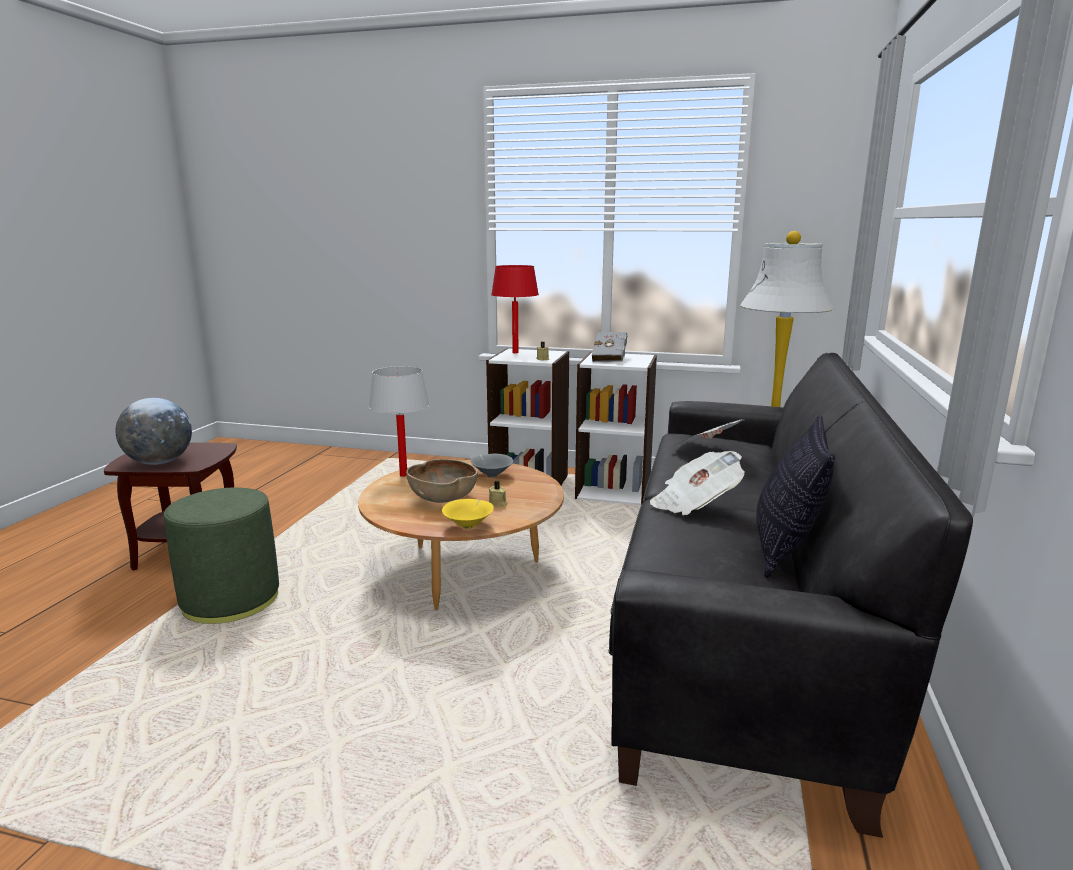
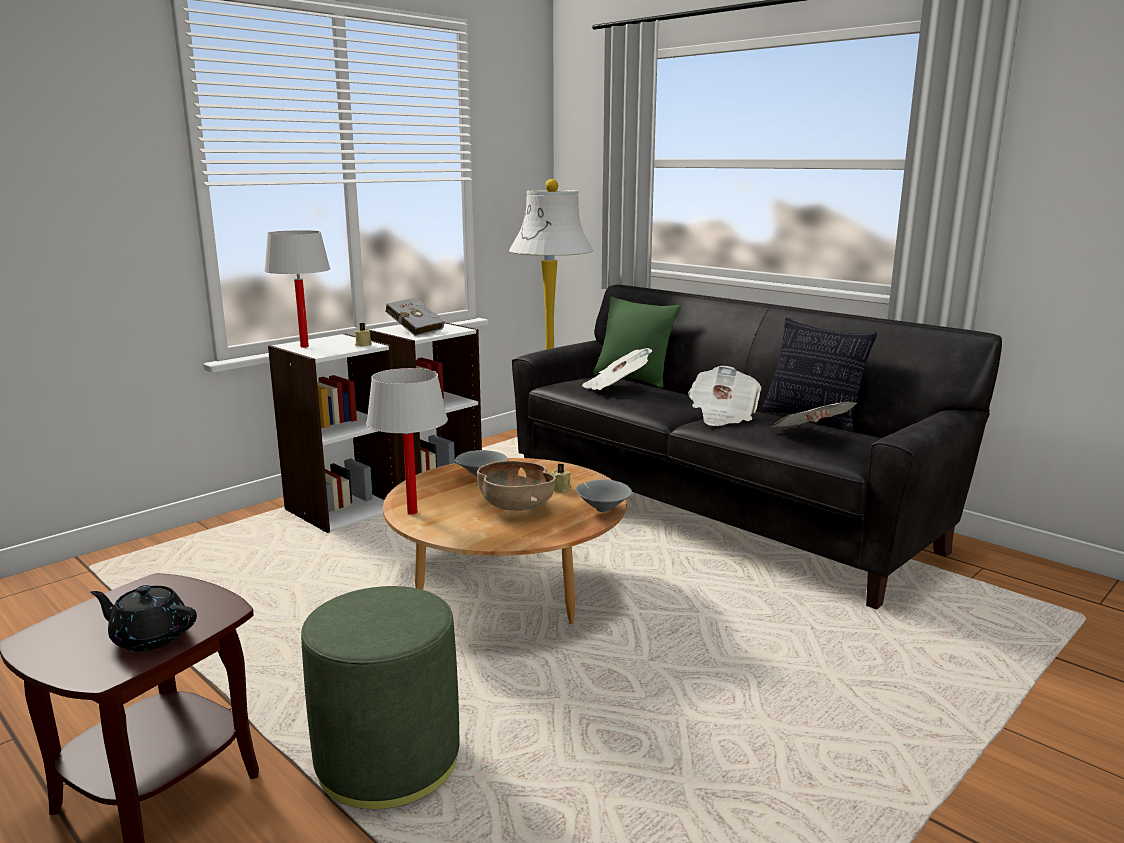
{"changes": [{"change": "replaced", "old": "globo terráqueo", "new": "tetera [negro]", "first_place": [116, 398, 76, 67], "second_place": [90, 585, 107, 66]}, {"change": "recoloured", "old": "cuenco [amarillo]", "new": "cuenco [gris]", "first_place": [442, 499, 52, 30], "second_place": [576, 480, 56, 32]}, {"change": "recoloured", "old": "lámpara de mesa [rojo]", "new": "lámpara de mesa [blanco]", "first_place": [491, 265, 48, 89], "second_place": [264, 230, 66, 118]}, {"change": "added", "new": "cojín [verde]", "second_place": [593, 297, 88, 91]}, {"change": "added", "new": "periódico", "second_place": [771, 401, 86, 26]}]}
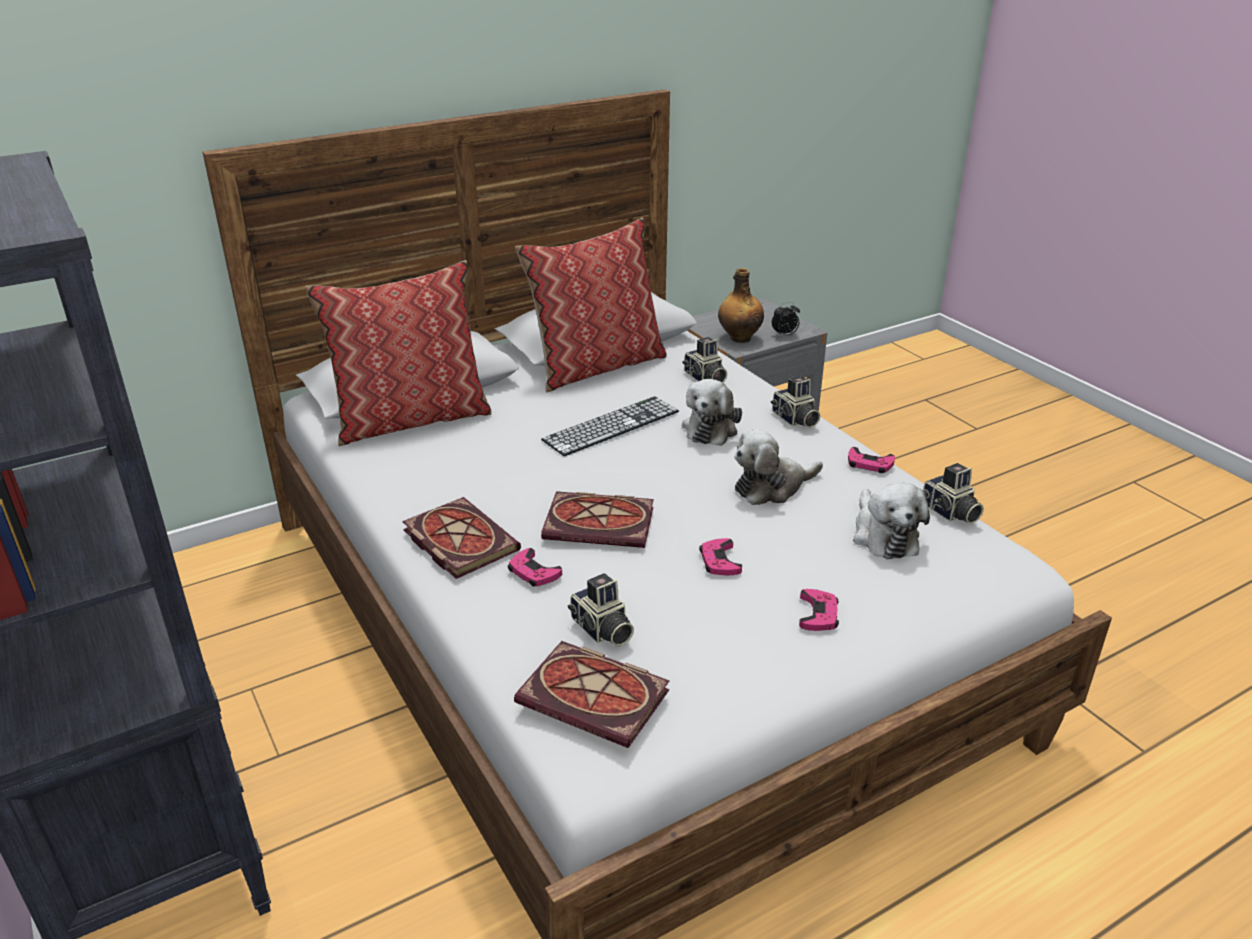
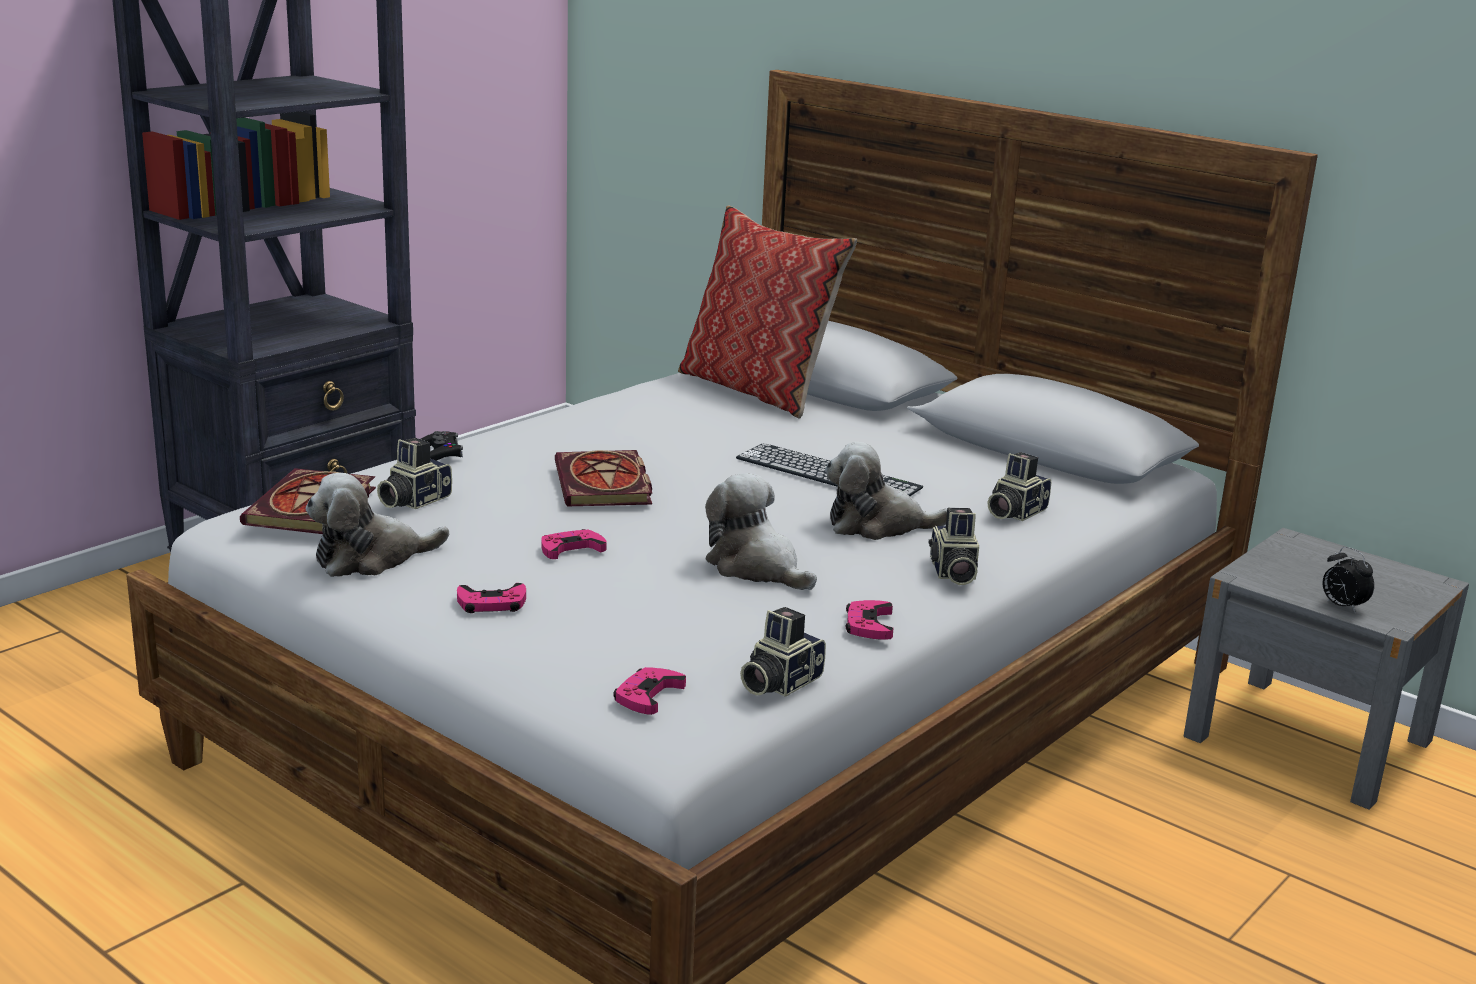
{"changes": [{"change": "removed", "old": "libro", "first_place": [402, 497, 119, 82]}, {"change": "moved", "old": "mando de consola [rosa]", "first_place": [508, 548, 54, 39], "second_place": [613, 667, 73, 48]}, {"change": "removed", "old": "cojín", "first_place": [515, 218, 152, 174]}, {"change": "removed", "old": "botella", "first_place": [718, 268, 46, 75]}, {"change": "turned", "old": "cámara", "first_place": [771, 376, 50, 52], "second_place": [928, 508, 51, 77], "degrees": -45}, {"change": "moved", "old": "peluche", "first_place": [853, 483, 77, 76], "second_place": [306, 473, 143, 104]}, {"change": "added", "new": "mando de consola [negro]", "second_place": [421, 431, 42, 30]}]}
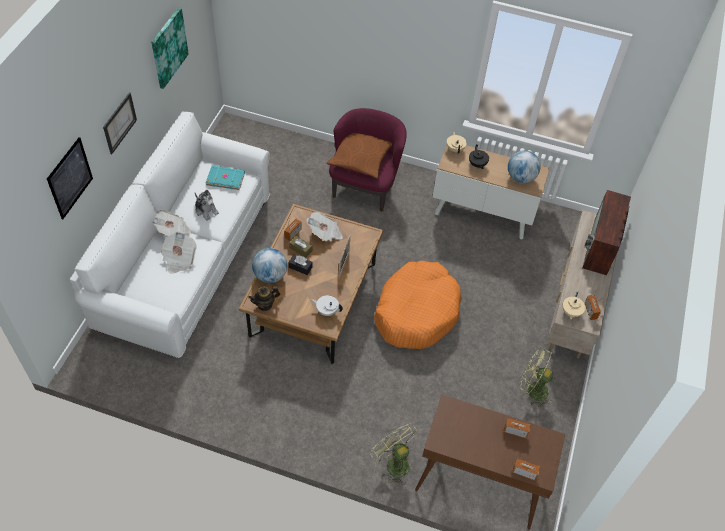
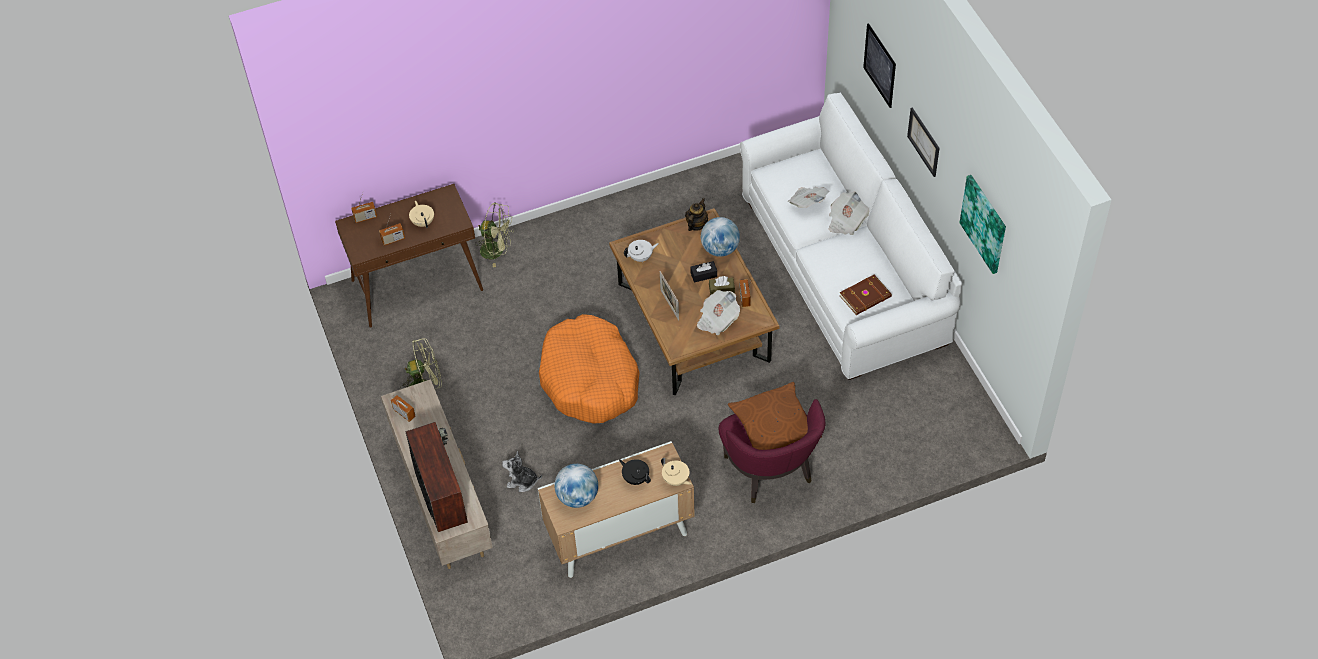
{"changes": [{"change": "moved", "old": "peluche", "first_place": [195, 190, 24, 31], "second_place": [502, 451, 40, 41]}, {"change": "recoloured", "old": "libro [turquesa]", "new": "libro [marrón]", "first_place": [206, 166, 39, 24], "second_place": [840, 275, 52, 40]}, {"change": "moved", "old": "tetera [beis]", "first_place": [563, 291, 23, 29], "second_place": [409, 201, 25, 27]}]}
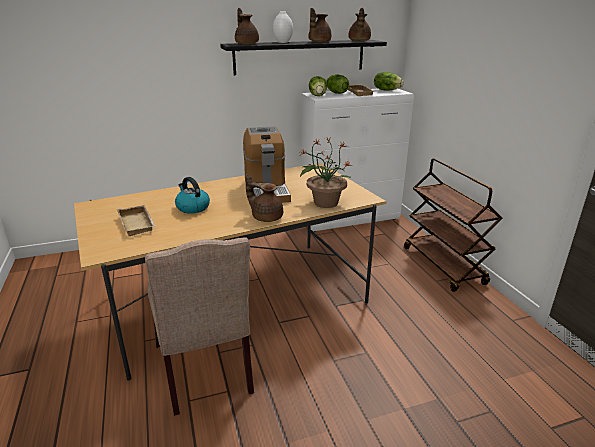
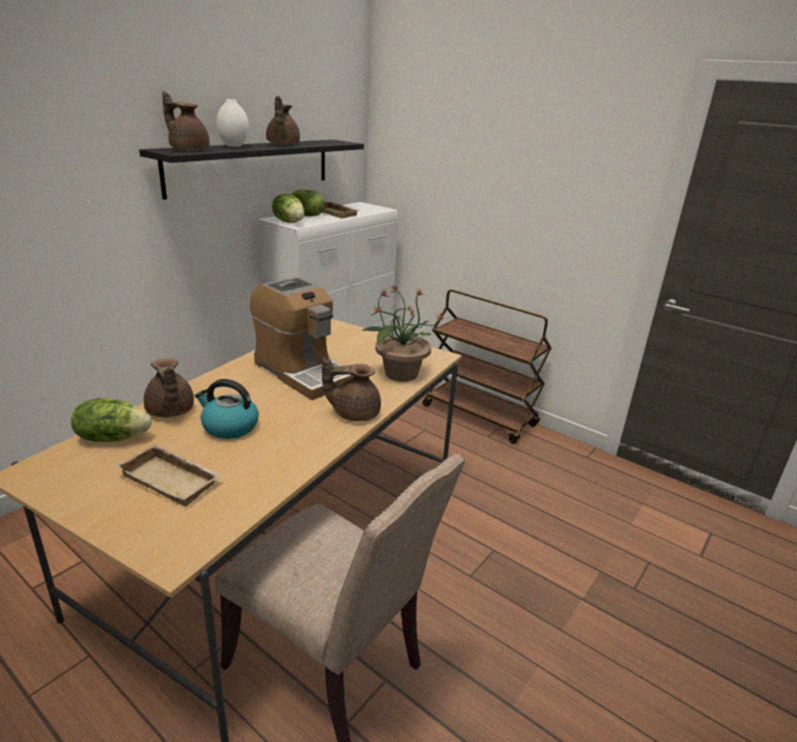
{"changes": [{"change": "moved", "old": "tetera [marrón]", "first_place": [348, 8, 23, 33], "second_place": [144, 358, 50, 60]}, {"change": "moved", "old": "lechuga", "first_place": [374, 72, 30, 18], "second_place": [71, 398, 81, 44]}]}
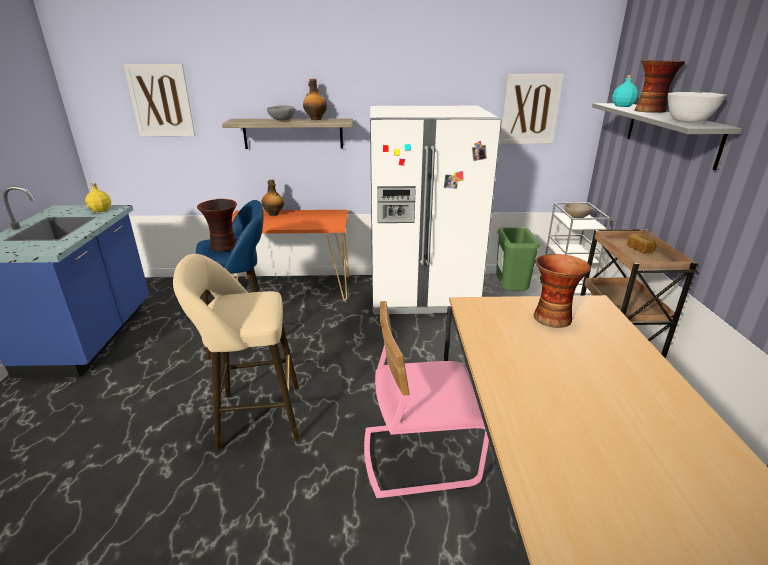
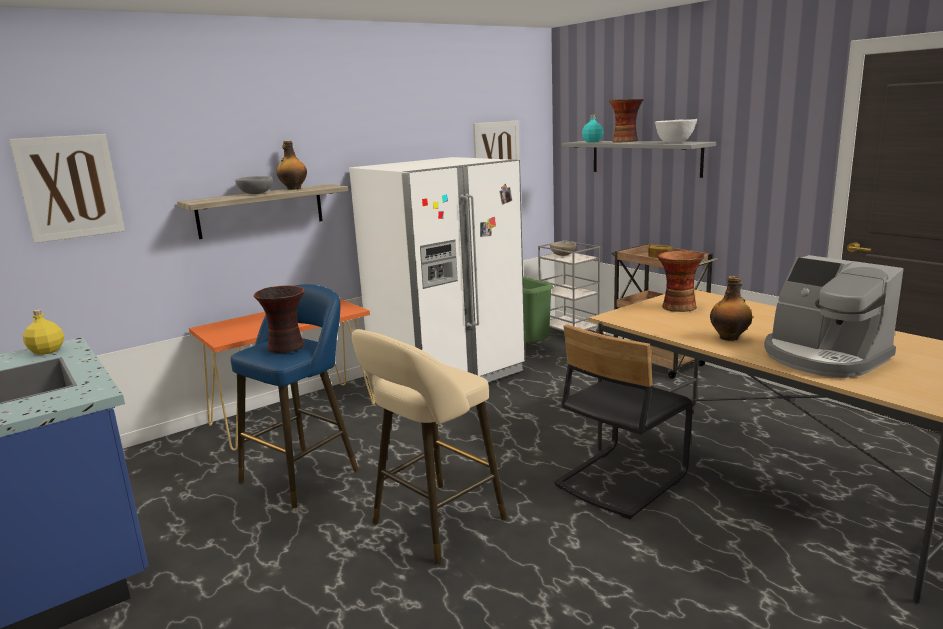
{"changes": [{"change": "moved", "old": "botella", "first_place": [261, 179, 23, 37], "second_place": [710, 276, 42, 65]}, {"change": "recoloured", "old": "silla [rosa]", "new": "silla [negro]", "first_place": [364, 301, 125, 198], "second_place": [554, 324, 139, 195]}, {"change": "added", "new": "cafetera", "second_place": [764, 255, 139, 123]}]}
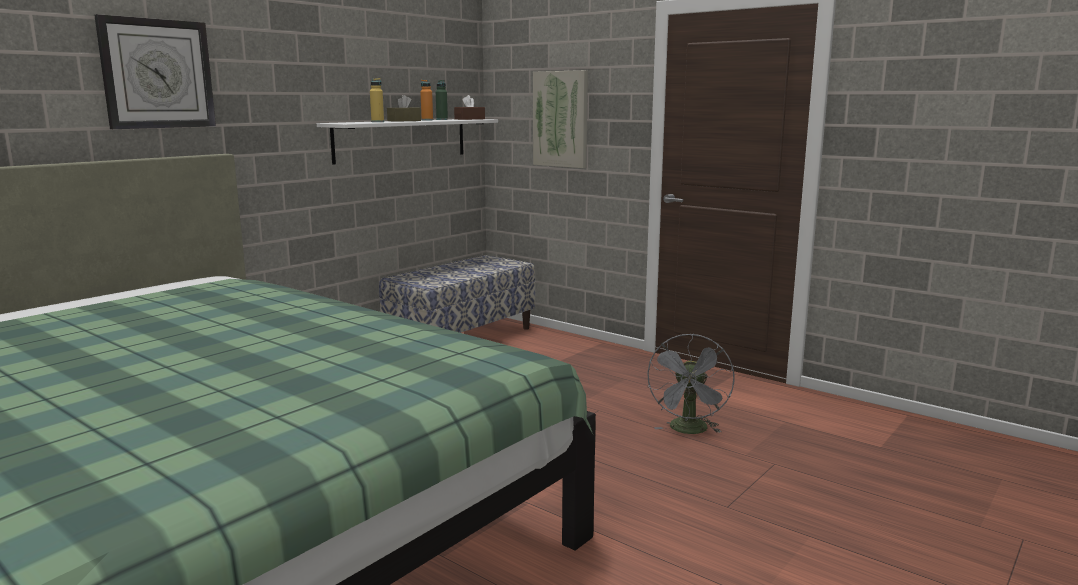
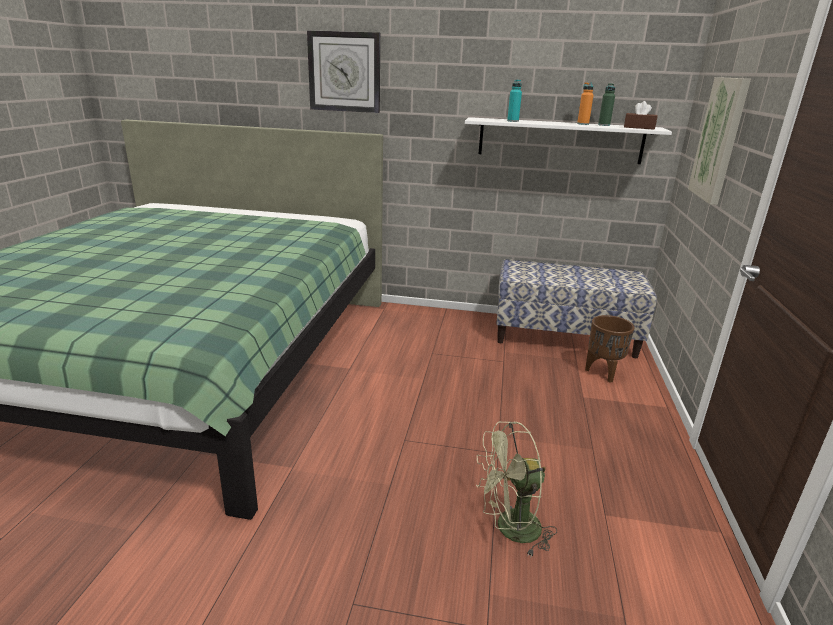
{"changes": [{"change": "recoloured", "old": "botella [amarillo]", "new": "botella [turquesa]", "first_place": [370, 78, 14, 44], "second_place": [507, 80, 15, 42]}, {"change": "removed", "old": "caja de pañuelos [marrón]", "first_place": [387, 95, 34, 27]}, {"change": "recoloured", "old": "ventilador [gris]", "new": "ventilador [verde]", "first_place": [647, 334, 88, 100], "second_place": [476, 421, 81, 136]}, {"change": "added", "new": "maceta [marrón]", "second_place": [585, 315, 50, 67]}]}
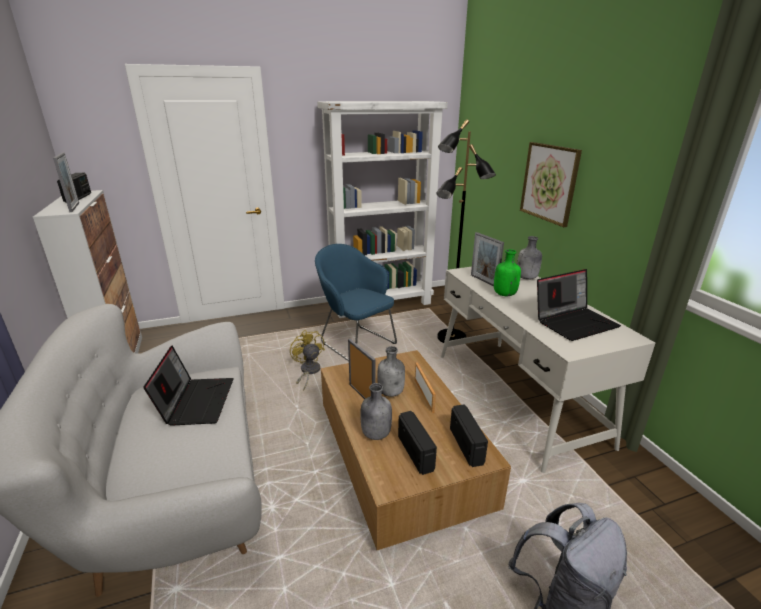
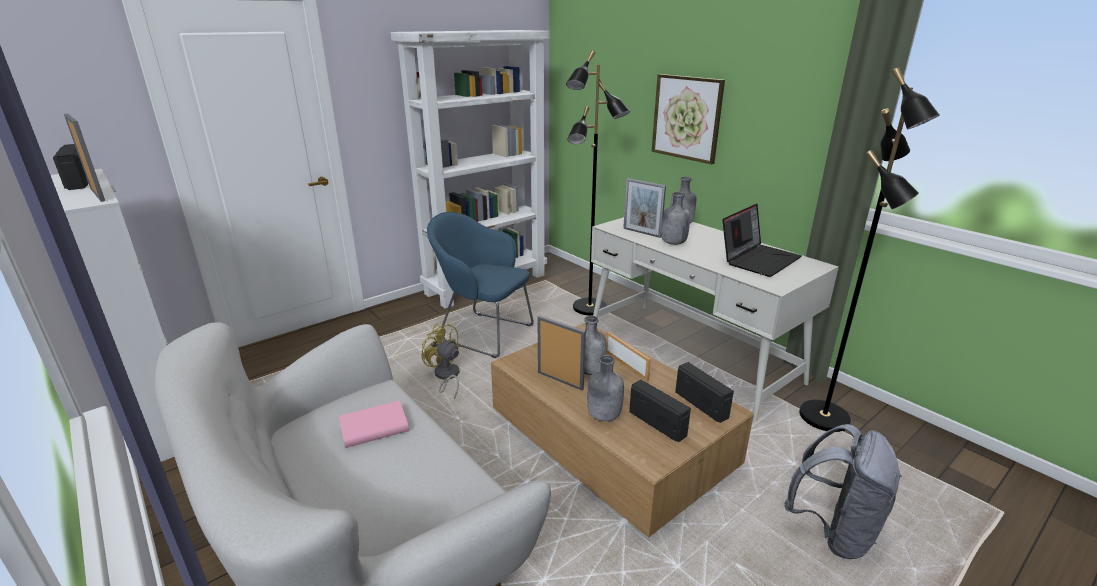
{"changes": [{"change": "replaced", "old": "portátil", "new": "libro [rosa]", "first_place": [143, 346, 91, 80], "second_place": [339, 401, 70, 47]}, {"change": "recoloured", "old": "botella [verde]", "new": "botella [gris]", "first_place": [494, 249, 27, 47], "second_place": [661, 192, 29, 53]}, {"change": "added", "new": "lámpara de pie [negro]", "second_place": [799, 68, 140, 364]}]}
